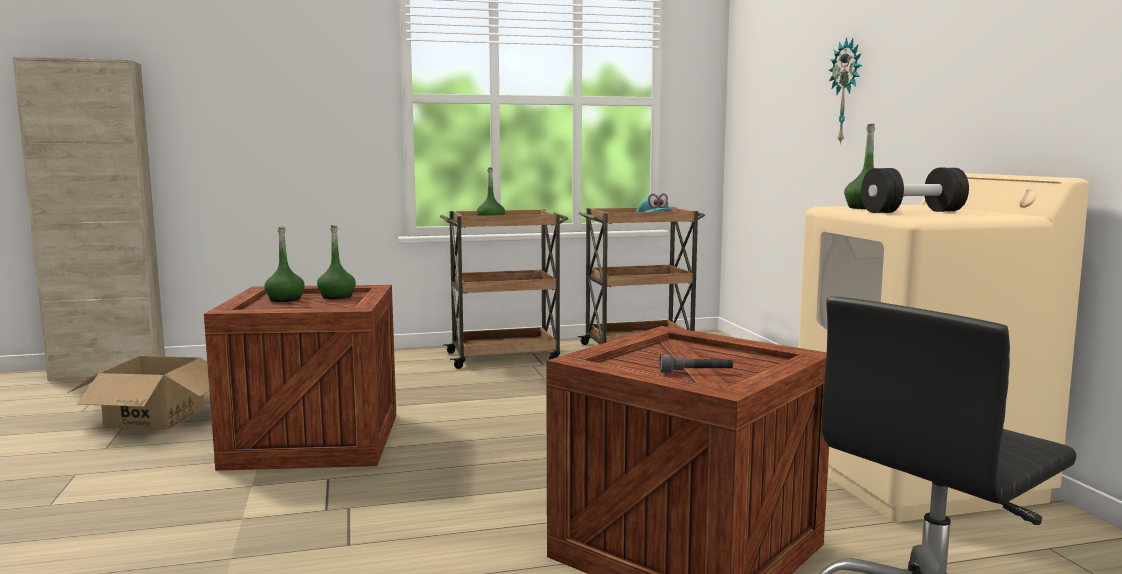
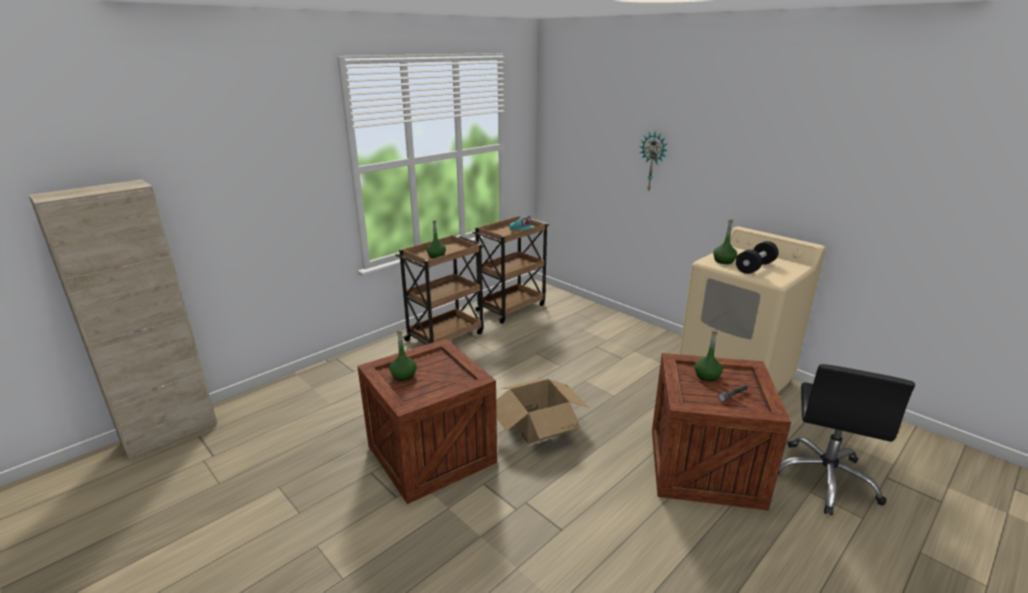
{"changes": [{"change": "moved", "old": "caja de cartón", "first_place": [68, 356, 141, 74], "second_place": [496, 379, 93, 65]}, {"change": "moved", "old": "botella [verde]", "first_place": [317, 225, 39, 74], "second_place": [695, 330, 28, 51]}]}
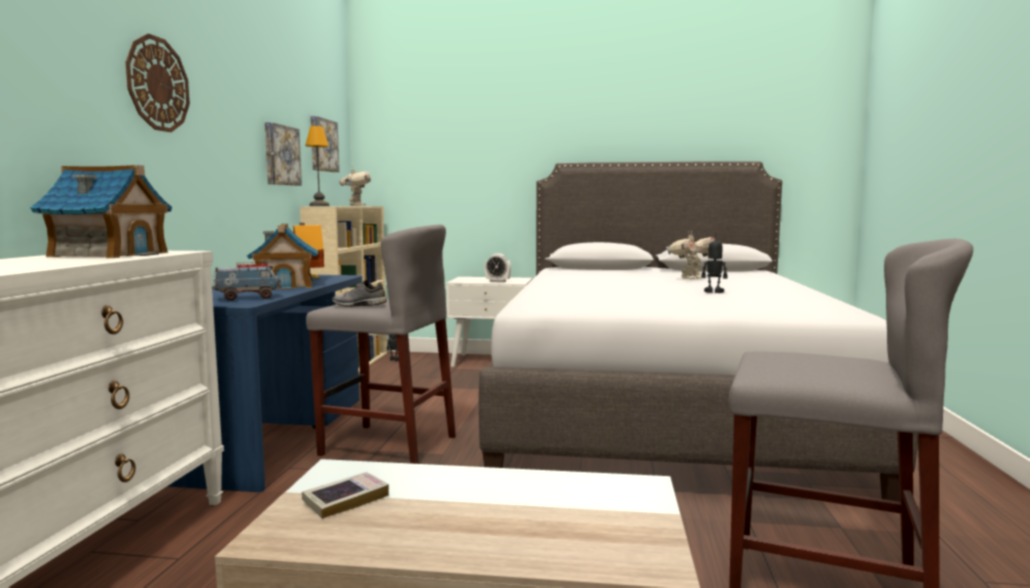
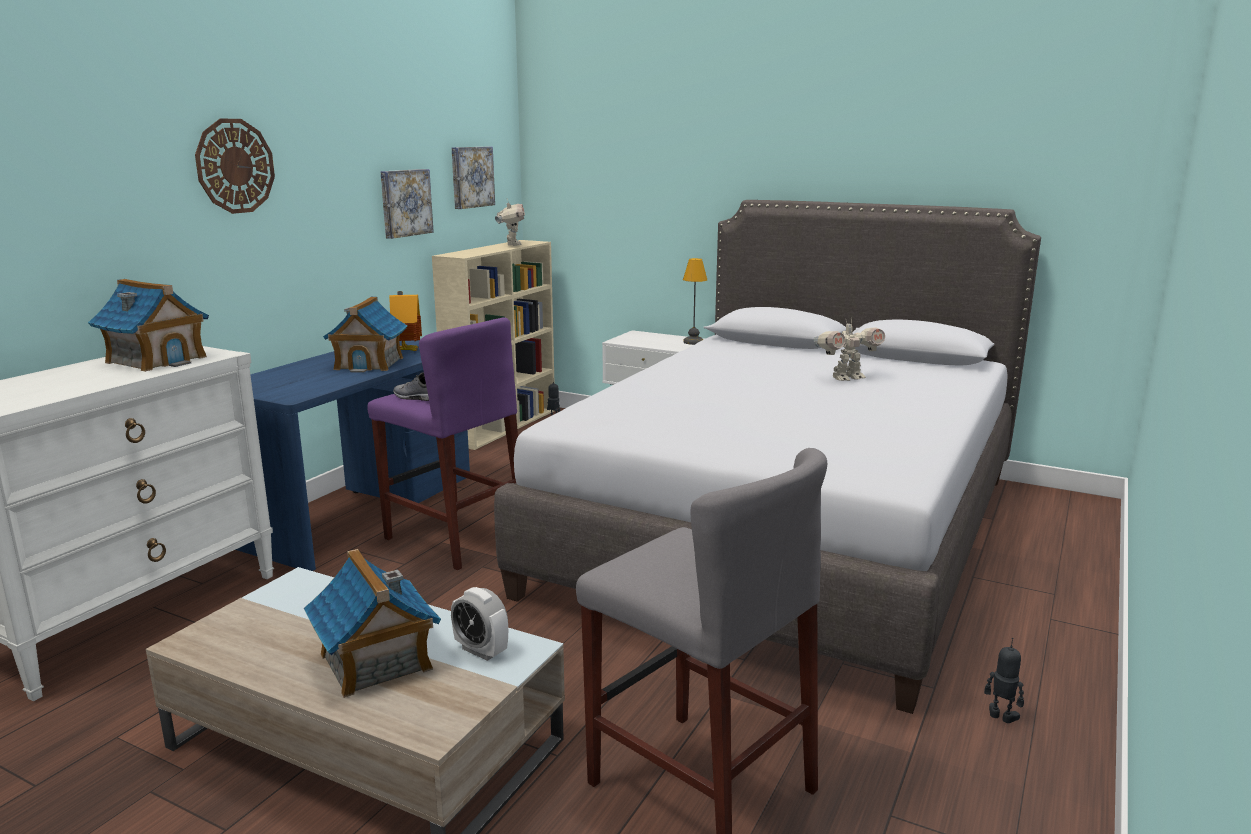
{"changes": [{"change": "removed", "old": "camión de juguete", "first_place": [212, 262, 70, 39]}, {"change": "removed", "old": "libro", "first_place": [302, 472, 87, 47]}, {"change": "moved", "old": "lámpara de mesa", "first_place": [305, 126, 25, 80], "second_place": [683, 258, 24, 87]}, {"change": "recoloured", "old": "taburete [gris]", "new": "taburete [morado]", "first_place": [306, 225, 150, 239], "second_place": [367, 317, 151, 253]}, {"change": "moved", "old": "despertador", "first_place": [485, 253, 26, 30], "second_place": [451, 587, 57, 74]}, {"change": "moved", "old": "robot de juguete", "first_place": [701, 238, 26, 55], "second_place": [984, 638, 40, 85]}, {"change": "added", "new": "casita", "second_place": [304, 549, 137, 149]}]}
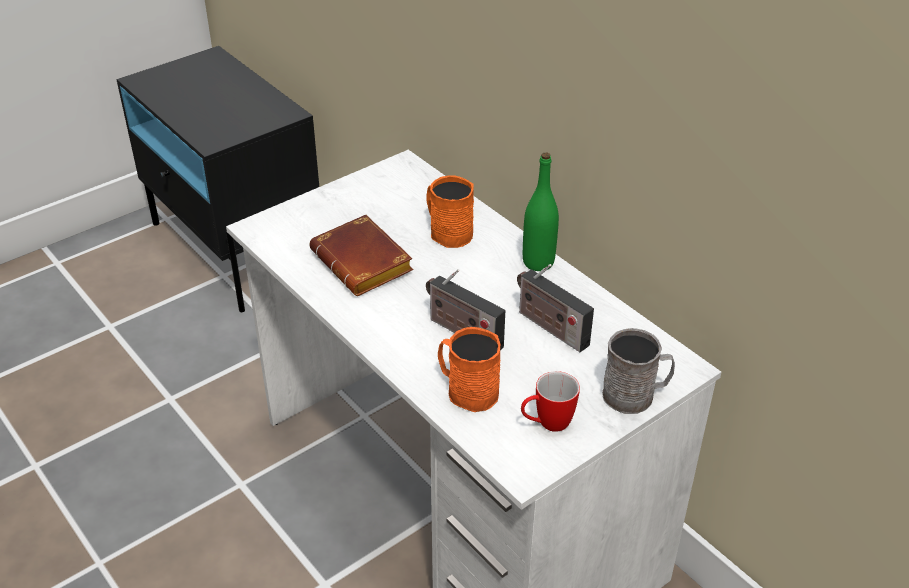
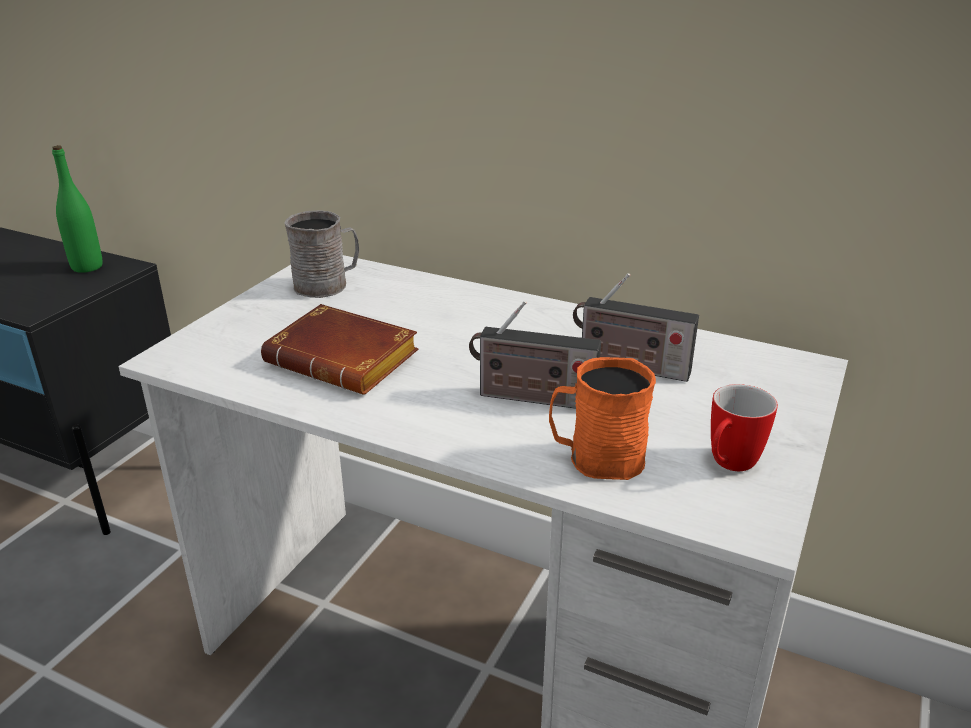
{"changes": [{"change": "removed", "old": "taza grande [naranja]", "first_place": [426, 175, 48, 73]}, {"change": "moved", "old": "botella [verde]", "first_place": [523, 152, 36, 119], "second_place": [52, 145, 51, 128]}, {"change": "moved", "old": "taza grande [gris]", "first_place": [602, 328, 73, 86], "second_place": [284, 210, 75, 88]}]}
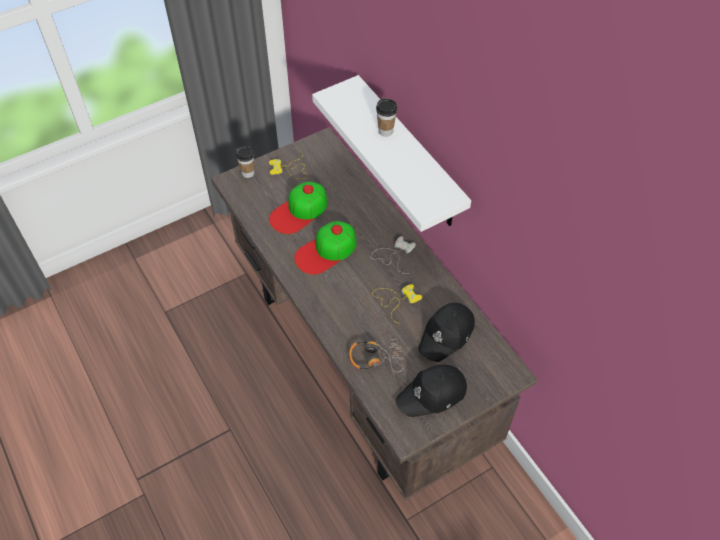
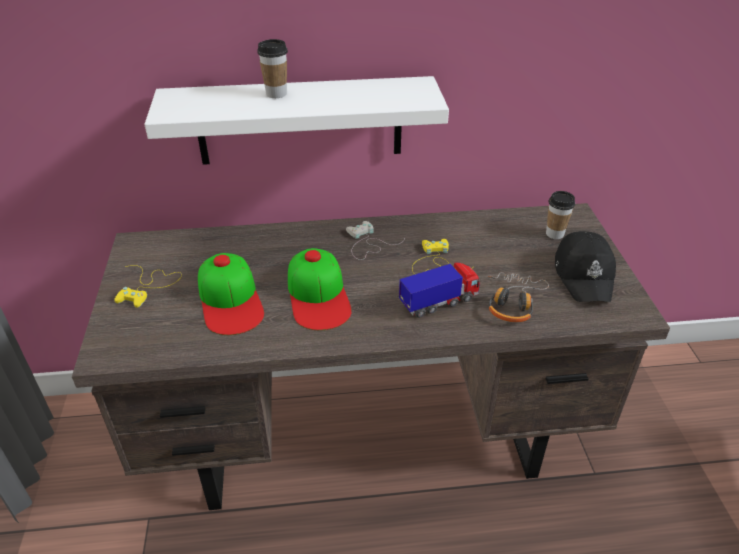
{"changes": [{"change": "moved", "old": "taza", "first_place": [236, 146, 18, 32], "second_place": [546, 191, 29, 48]}, {"change": "removed", "old": "gorra [negro]", "first_place": [418, 303, 57, 59]}, {"change": "added", "new": "camión de juguete", "second_place": [399, 262, 81, 56]}]}
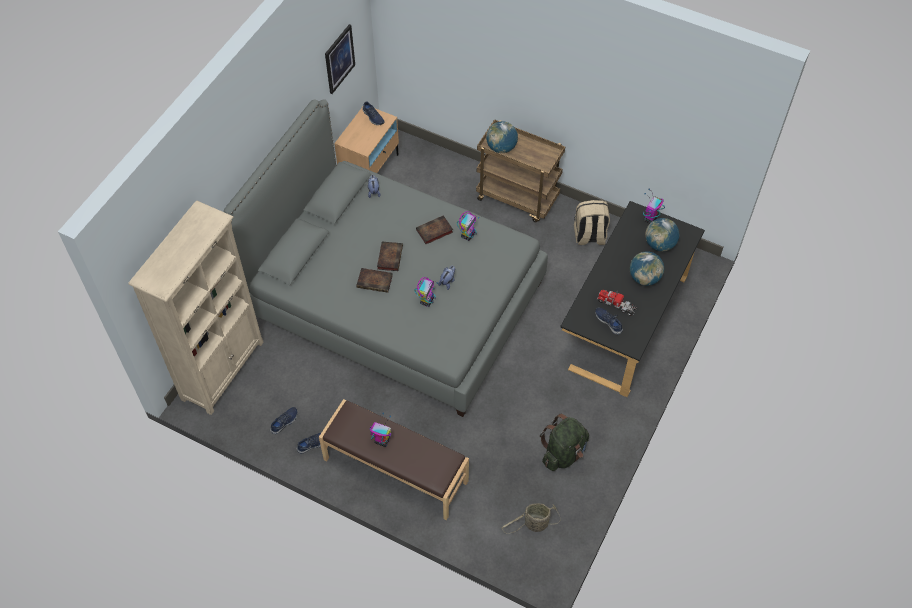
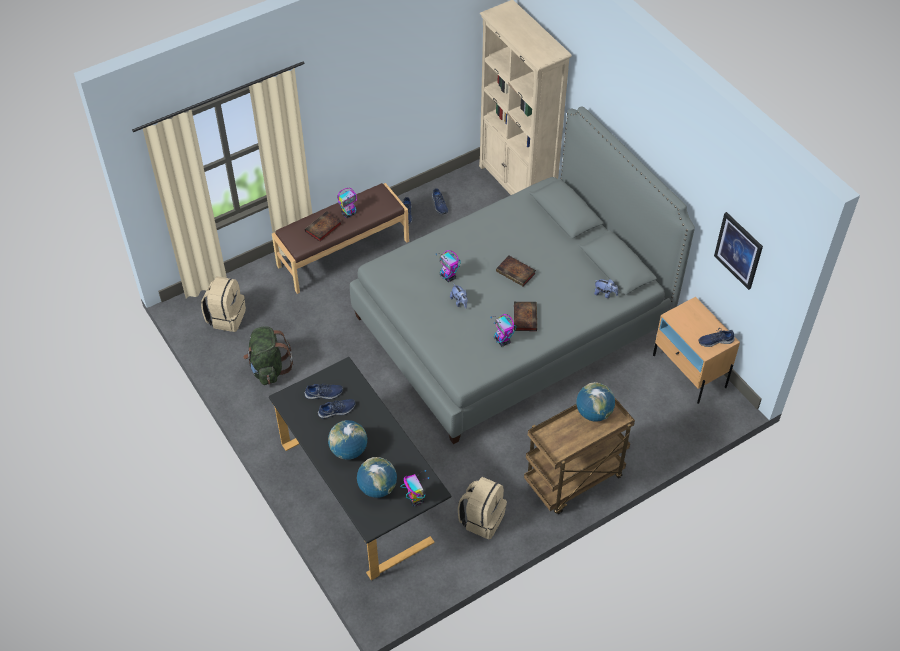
{"changes": [{"change": "moved", "old": "libro", "first_place": [356, 268, 37, 25], "second_place": [305, 211, 36, 31]}, {"change": "replaced", "old": "cesta", "new": "mochila [beis]", "first_place": [501, 503, 59, 30], "second_place": [201, 276, 45, 56]}, {"change": "replaced", "old": "camión de juguete", "new": "zapato [azul]", "first_place": [597, 290, 41, 27], "second_place": [318, 399, 37, 20]}]}
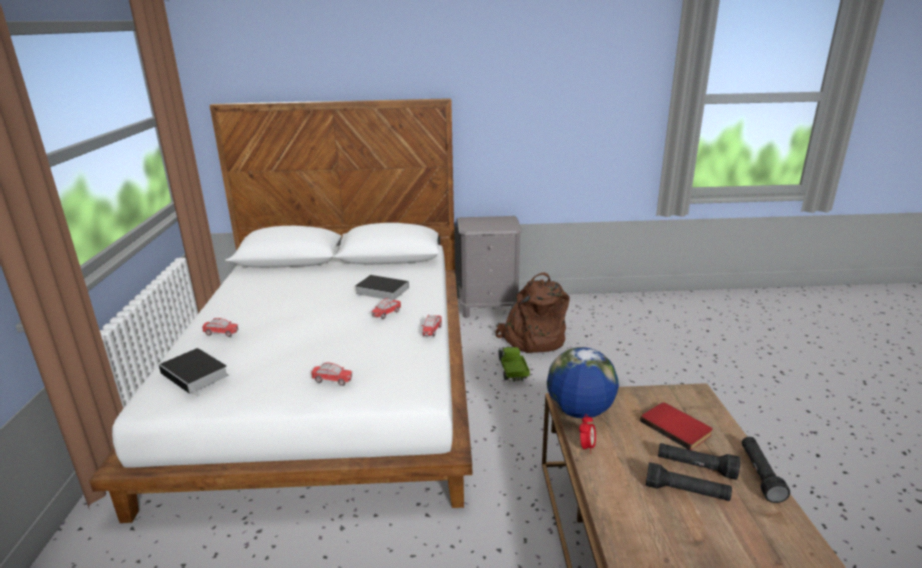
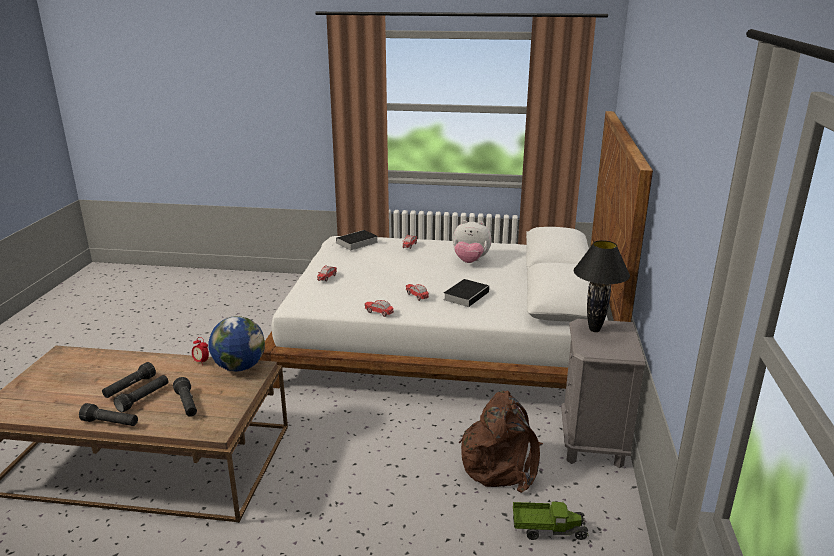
{"changes": [{"change": "moved", "old": "camión de juguete", "first_place": [498, 347, 32, 35], "second_place": [513, 501, 75, 39]}, {"change": "replaced", "old": "libro [rojo]", "new": "linterna [negro]", "first_place": [640, 402, 73, 48], "second_place": [173, 377, 24, 40]}, {"change": "added", "new": "peluche", "second_place": [453, 220, 39, 43]}, {"change": "added", "new": "lámpara de mesa [negro]", "second_place": [574, 240, 56, 92]}]}
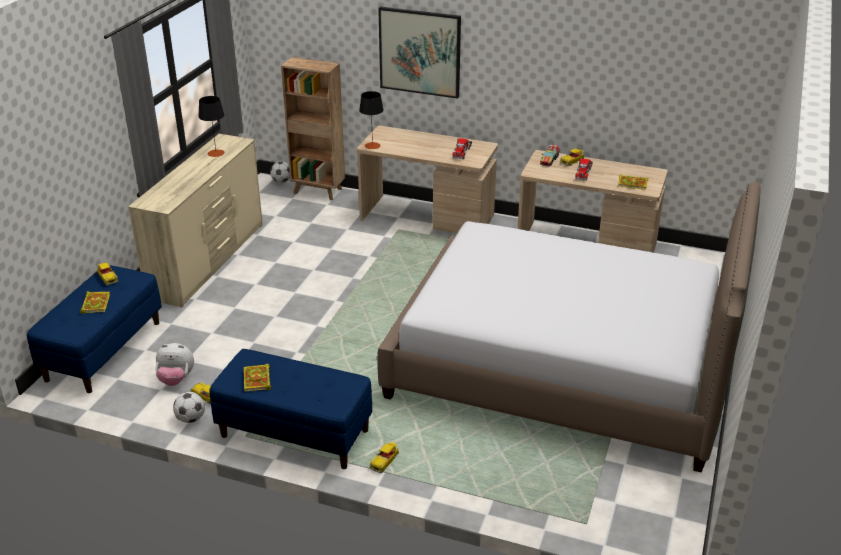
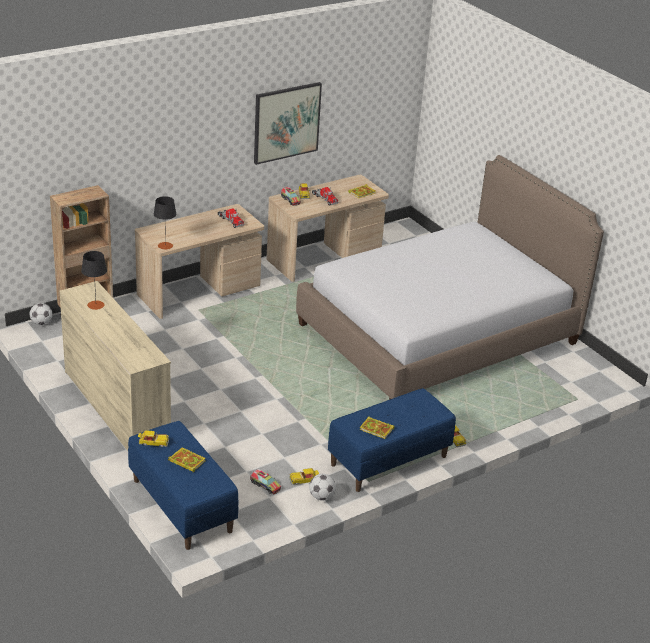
{"changes": [{"change": "replaced", "old": "peluche", "new": "camión de juguete", "first_place": [155, 343, 39, 43], "second_place": [250, 469, 31, 25]}, {"change": "moved", "old": "cuadro", "first_place": [378, 7, 83, 92], "second_place": [254, 82, 68, 83]}]}
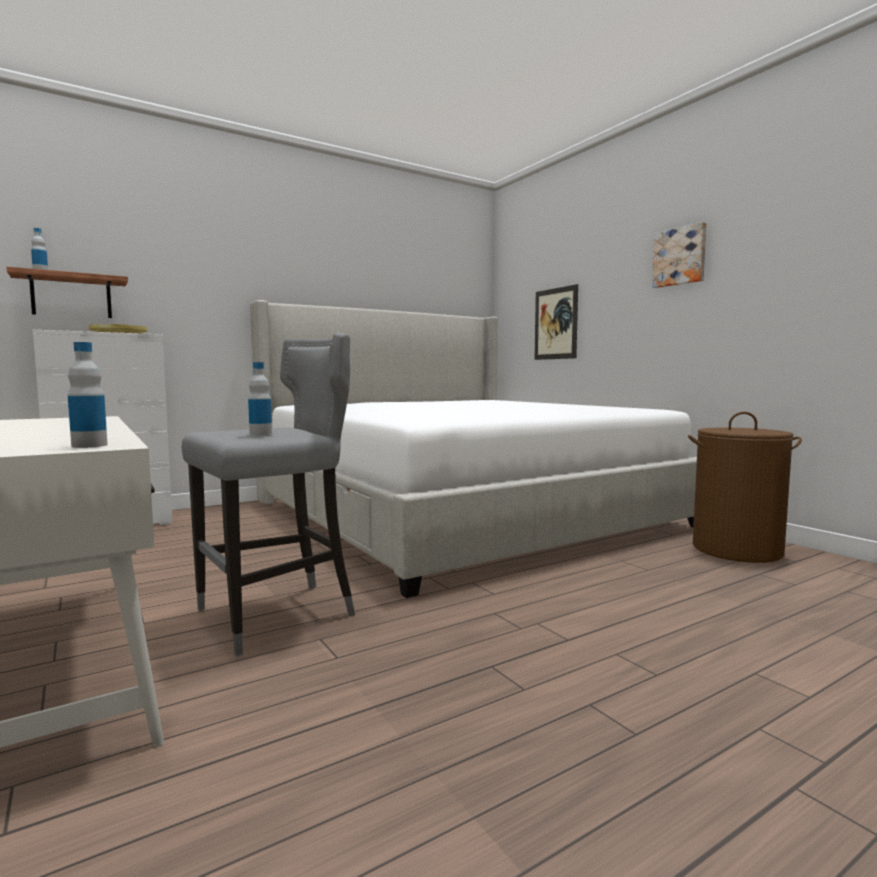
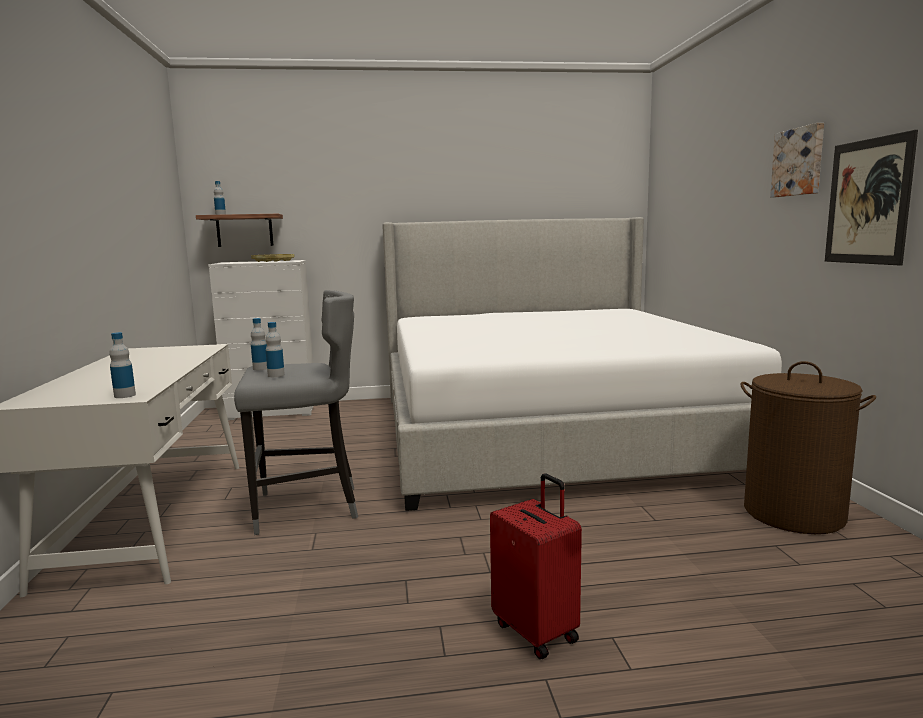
{"changes": [{"change": "moved", "old": "cuadro", "first_place": [534, 284, 44, 76], "second_place": [825, 130, 93, 136]}, {"change": "added", "new": "botella", "second_place": [251, 318, 16, 52]}, {"change": "added", "new": "maleta [rojo]", "second_place": [490, 473, 92, 186]}]}
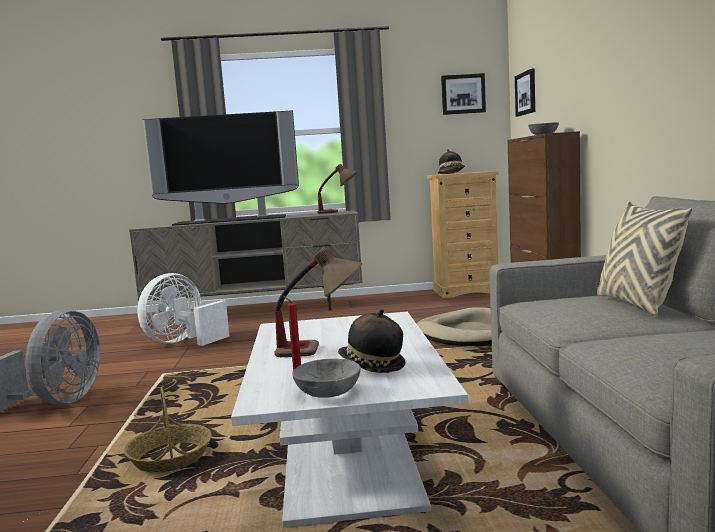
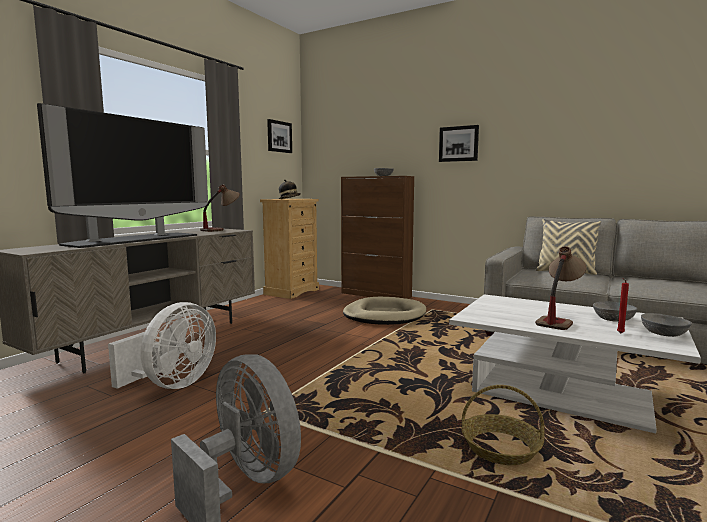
{"changes": [{"change": "turned", "old": "ventilador [blanco]", "first_place": [137, 273, 92, 73], "second_place": [108, 302, 108, 87], "degrees": -135}, {"change": "replaced", "old": "sombrero", "new": "cuenco [gris]", "first_place": [338, 309, 67, 64], "second_place": [593, 301, 44, 21]}, {"change": "moved", "old": "cuadro", "first_place": [515, 68, 20, 49], "second_place": [439, 125, 40, 37]}]}
